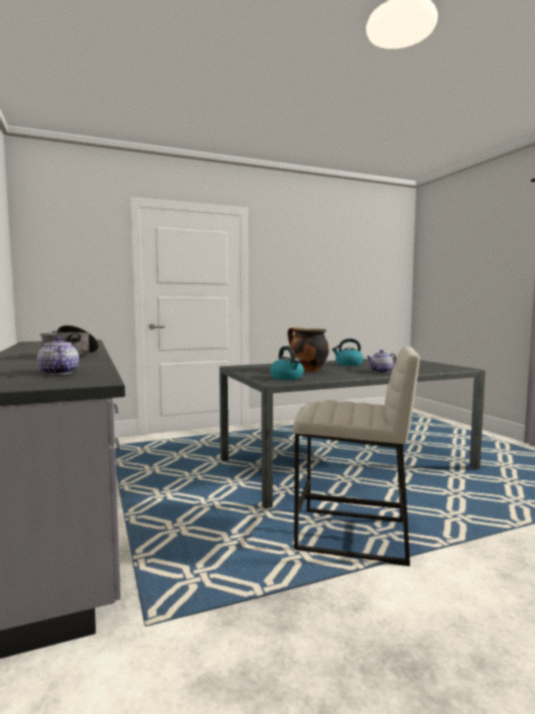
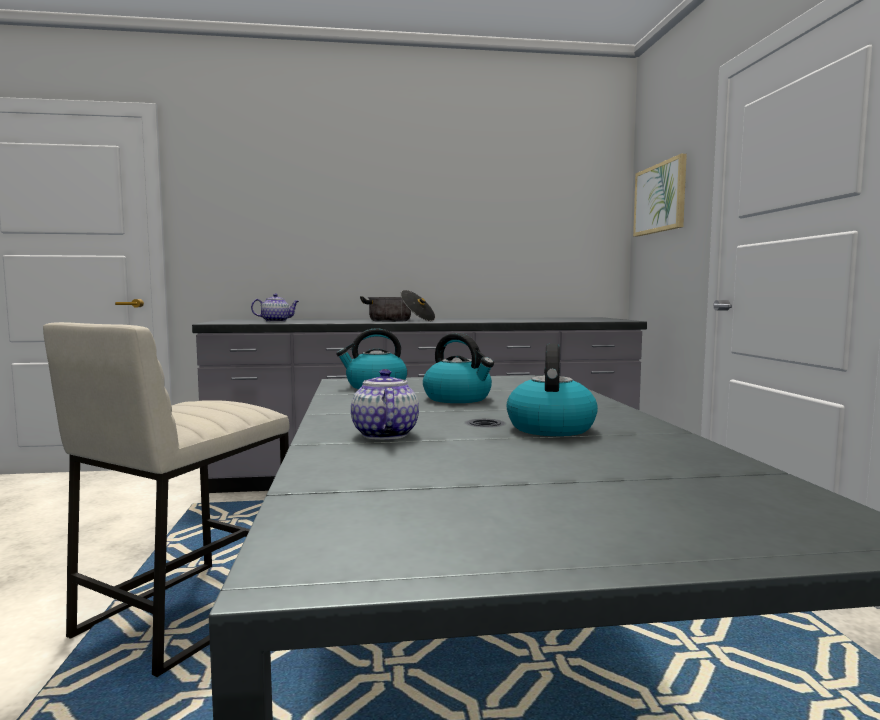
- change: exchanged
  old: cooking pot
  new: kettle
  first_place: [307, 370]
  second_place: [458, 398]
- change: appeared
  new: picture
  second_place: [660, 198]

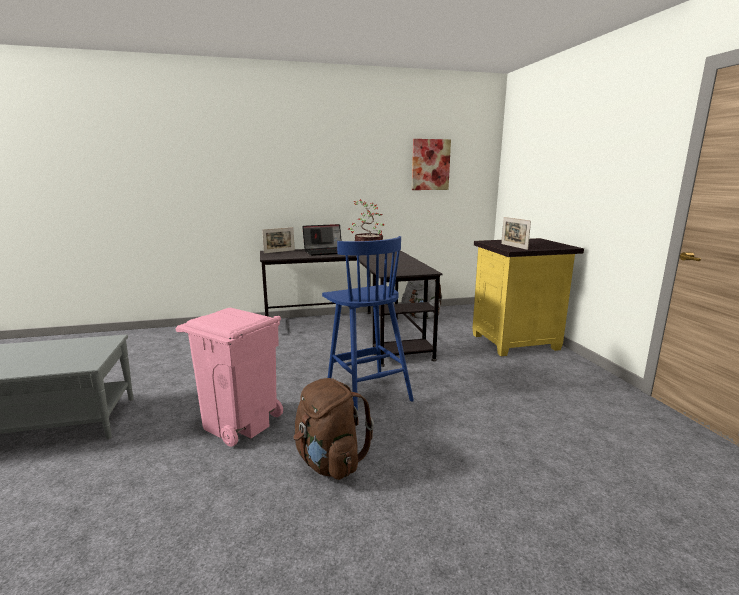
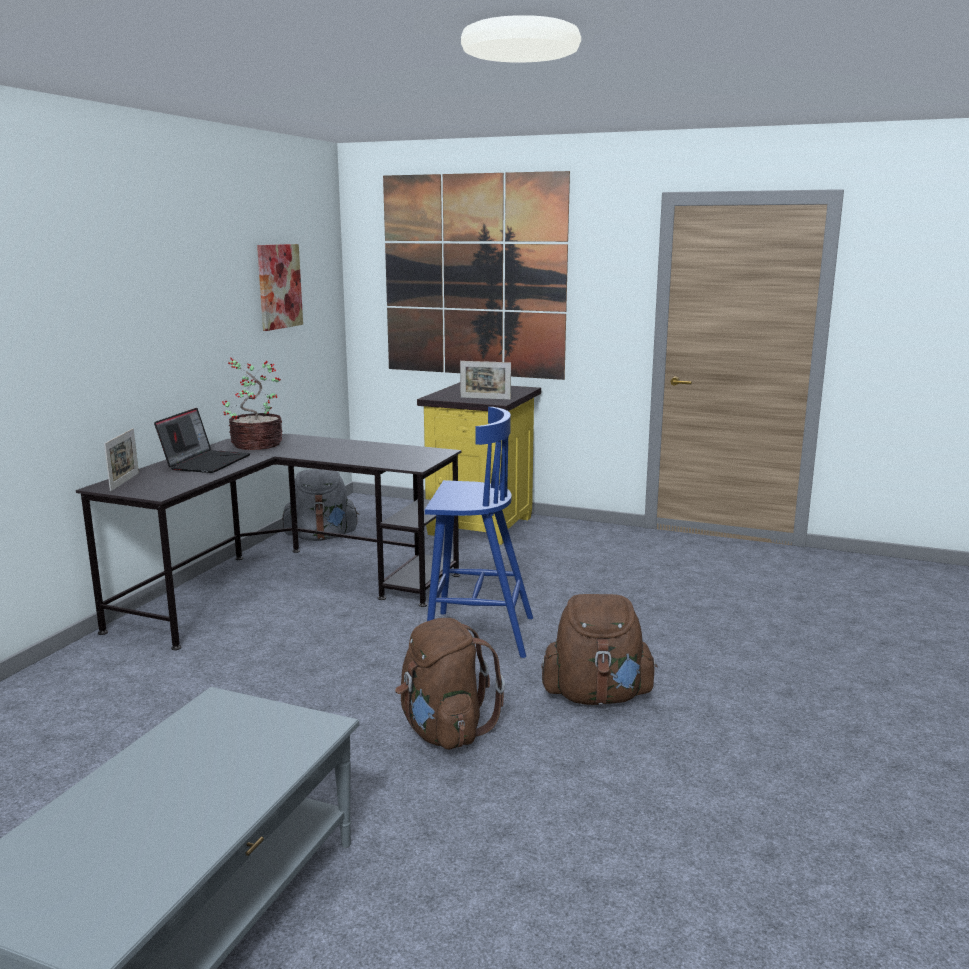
- change: exchanged
  old: trash can (pink)
  new: backpack (brown)
  first_place: [239, 423]
  second_place: [444, 731]
- change: appeared
  new: picture
  second_place: [473, 276]

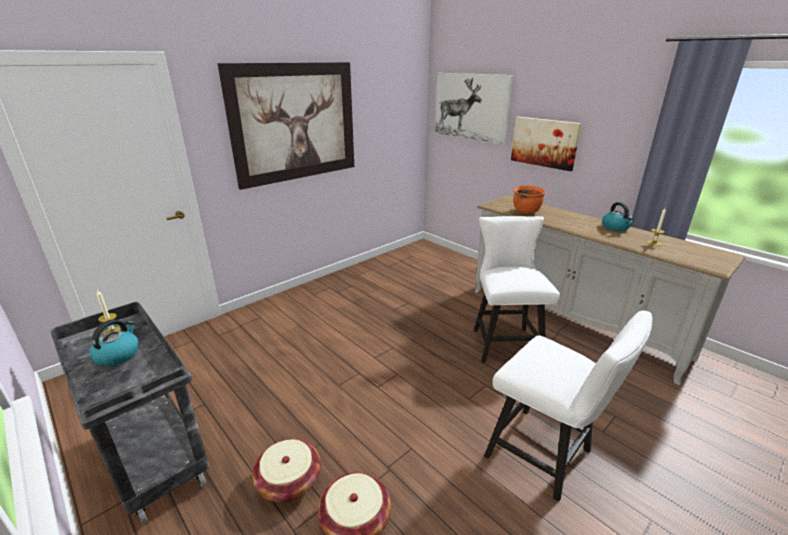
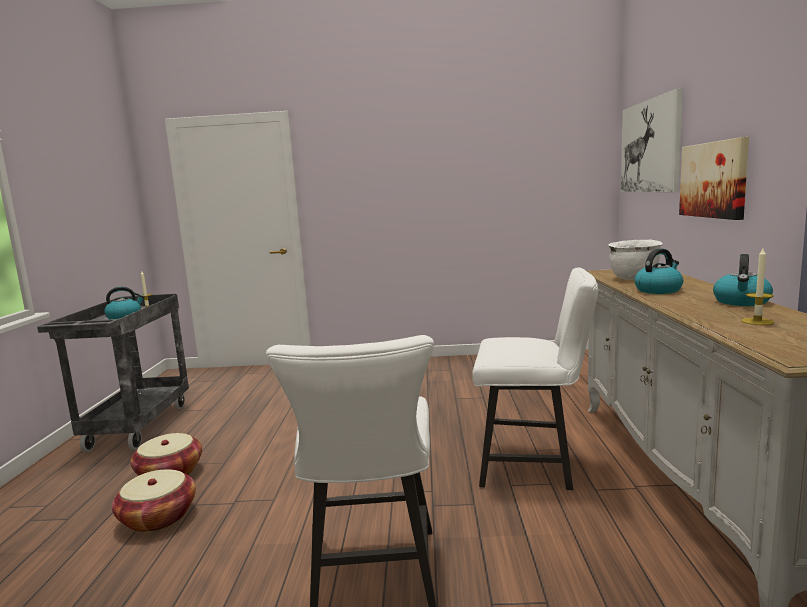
- change: missing
  old: picture
  first_place: [295, 123]
- change: spun
  old: chair (white)
  first_place: [504, 341]
  second_place: [534, 465]
  degrees: 60
- change: colour
  old: cooking pot (orange)
  new: cooking pot (white)
  first_place: [526, 211]
  second_place: [633, 278]
- change: appeared
  new: kettle
  second_place: [658, 290]

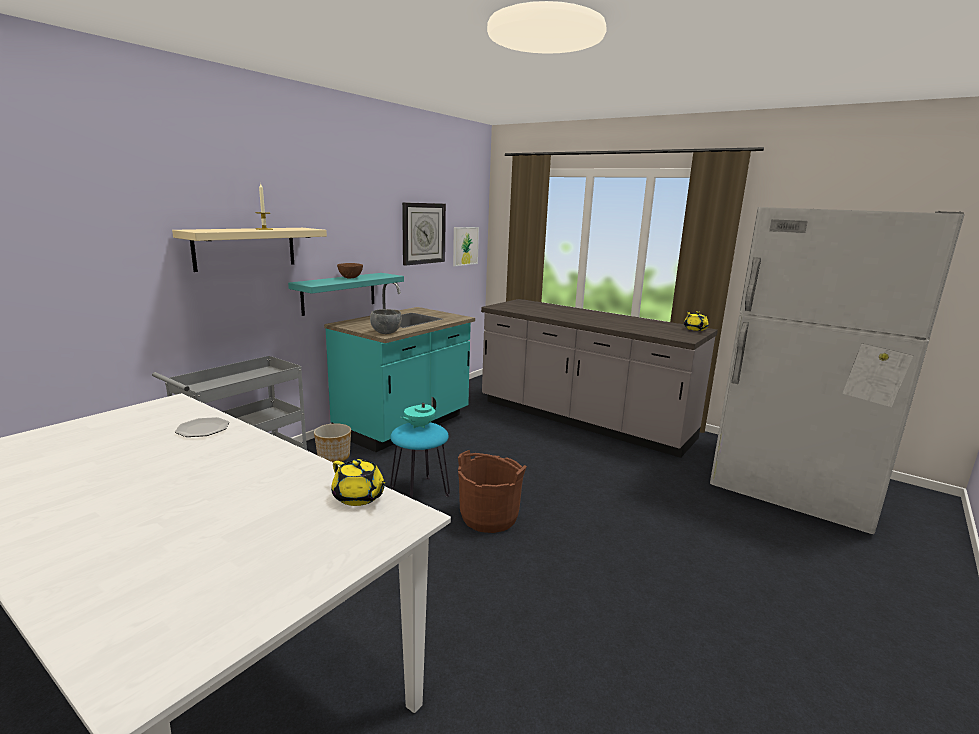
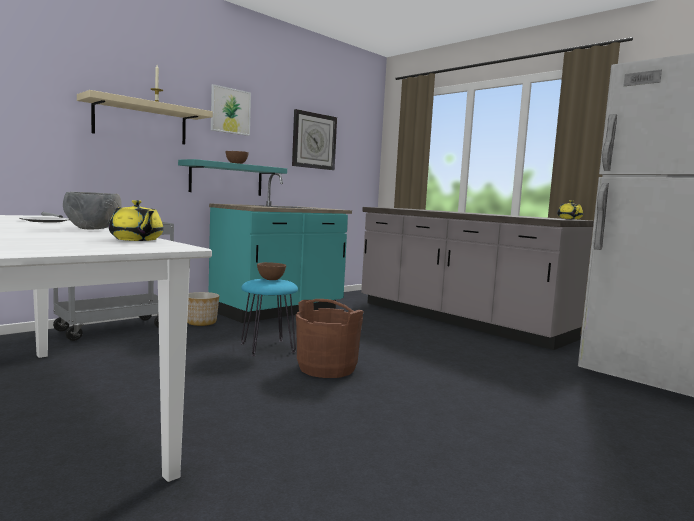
- change: relocated
  old: bowl (grey)
  first_place: [385, 332]
  second_place: [92, 228]
- change: exchanged
  old: teapot (turquoise)
  new: bowl (brown)
  first_place: [419, 426]
  second_place: [270, 279]
- change: relocated
  old: picture
  first_place: [465, 246]
  second_place: [230, 111]

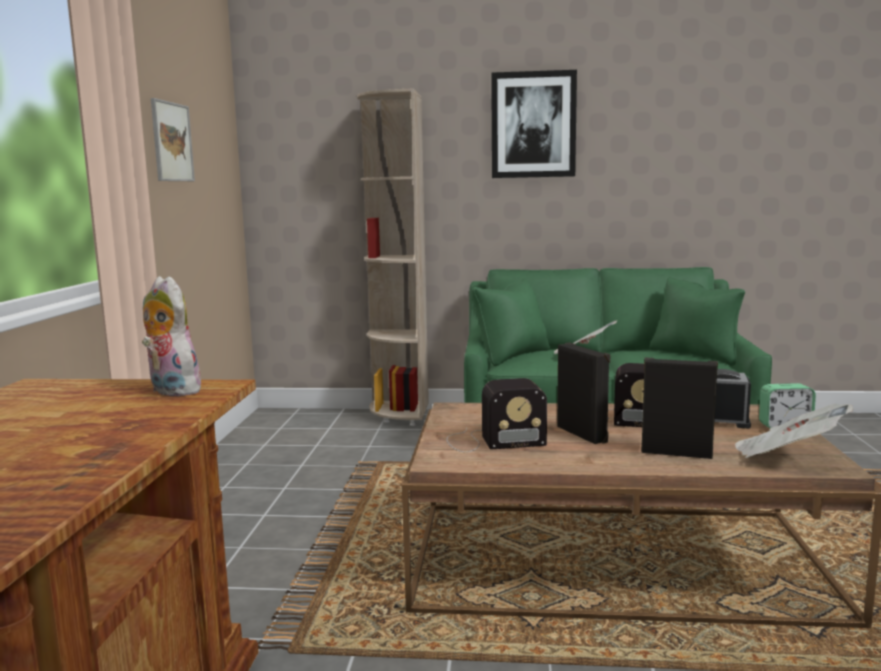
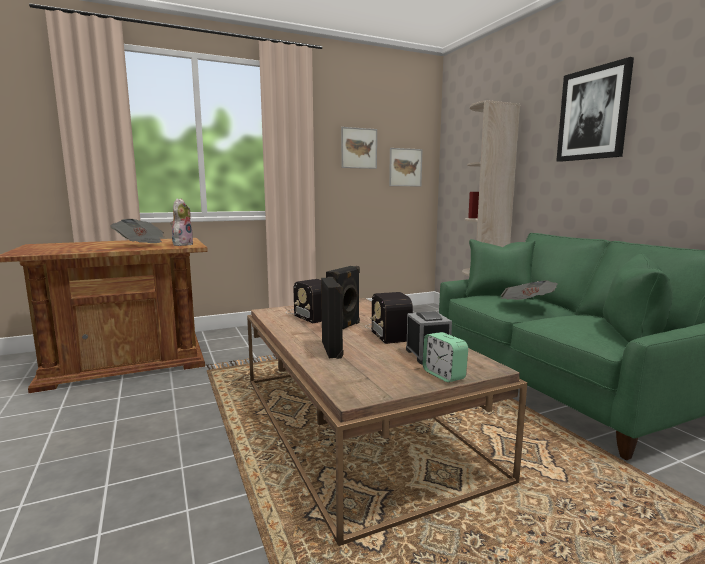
- change: relocated
  old: newspaper
  first_place: [786, 457]
  second_place: [141, 245]
- change: appeared
  new: picture
  second_place: [405, 167]

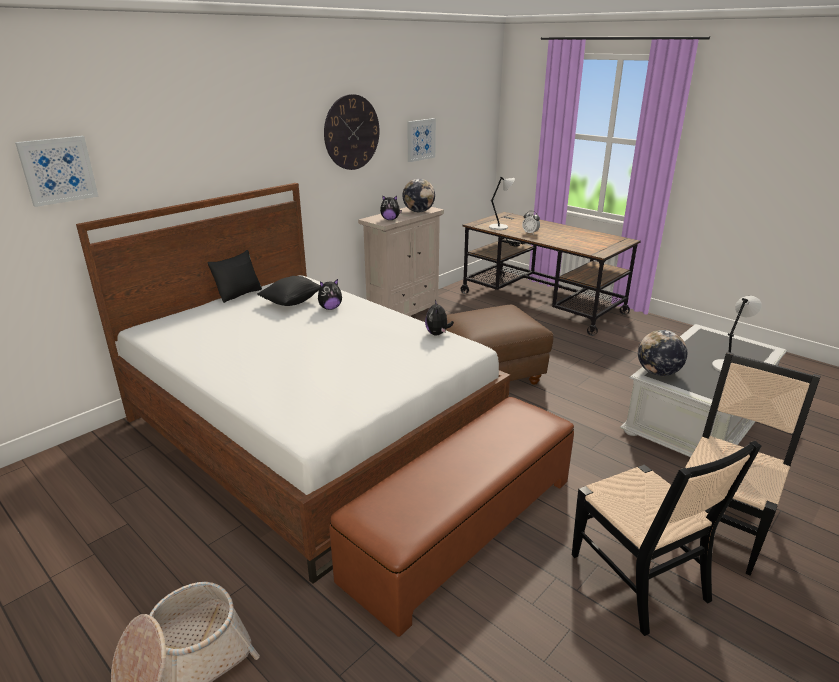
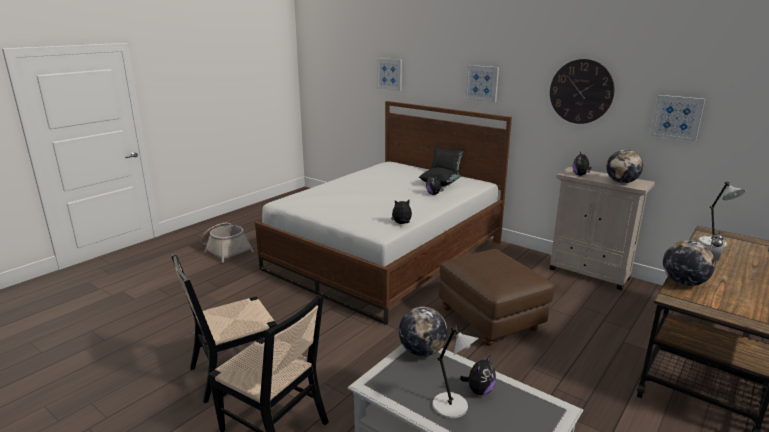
- change: missing
  old: bench (brown)
  first_place: [462, 526]
- change: appeared
  new: plush toy
  second_place: [479, 390]
- change: appeared
  new: picture
  second_place: [482, 83]
- change: appeared
  new: globe
  second_place: [683, 283]

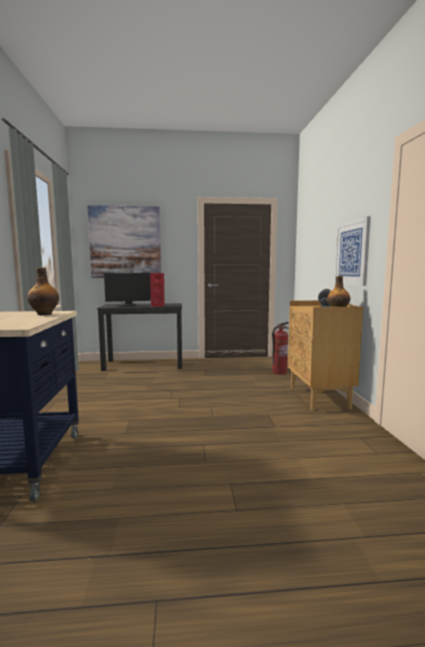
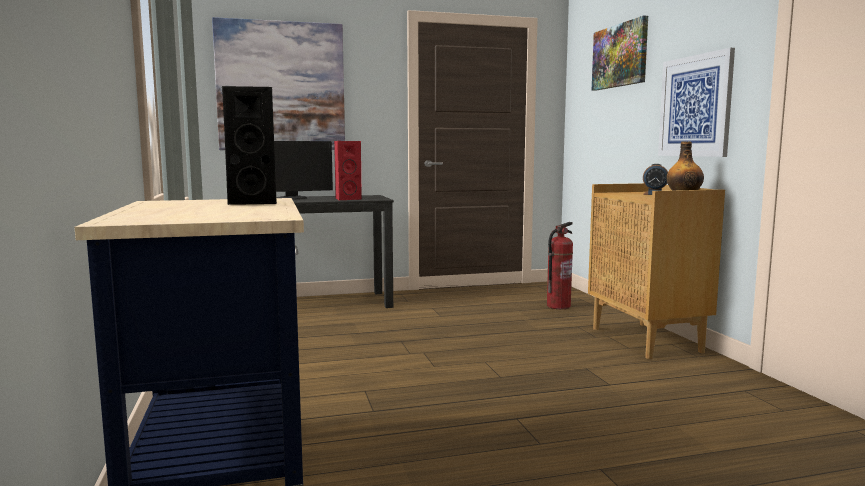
- change: exchanged
  old: bottle
  new: speaker (black)
  first_place: [45, 314]
  second_place: [255, 202]
- change: appeared
  new: picture
  second_place: [620, 56]

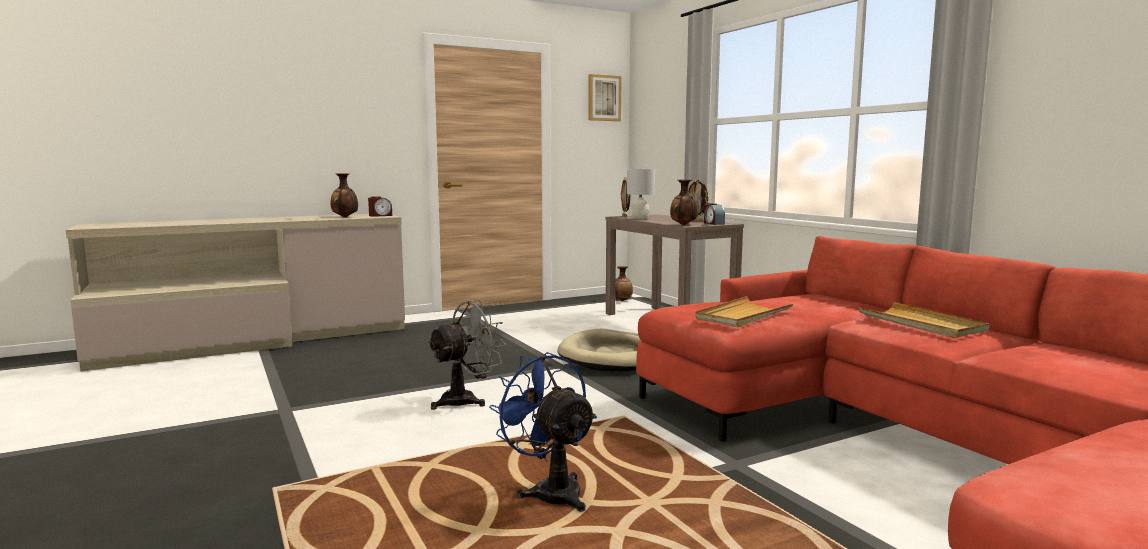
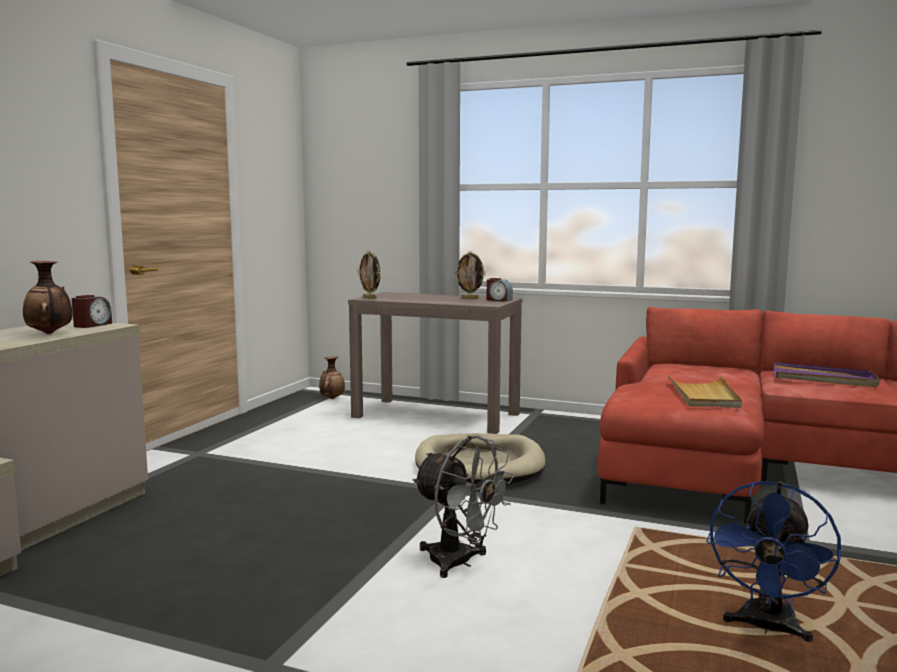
- change: spun
  old: fan (grey)
  first_place: [466, 400]
  second_place: [459, 563]
  degrees: 120
- change: spun
  old: fan (blue)
  first_place: [550, 491]
  second_place: [767, 628]
  degrees: -75
- change: missing
  old: picture
  first_place: [604, 98]
- change: missing
  old: table lamp (grey)
  first_place: [641, 219]
- change: missing
  old: vase
  first_place: [683, 225]
- change: colour
  old: tray (beige)
  new: tray (purple)
  first_place: [921, 324]
  second_place: [824, 379]

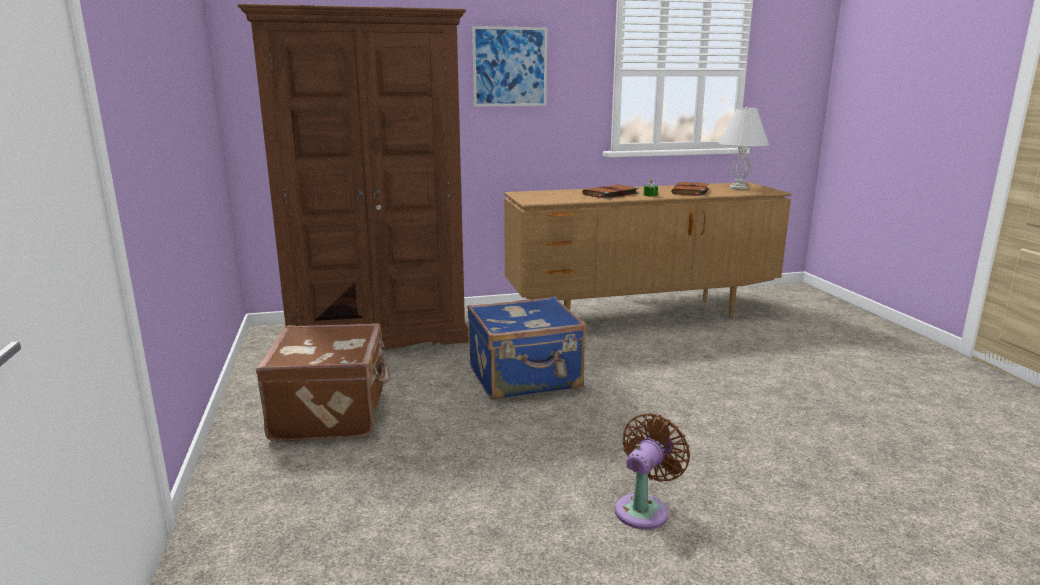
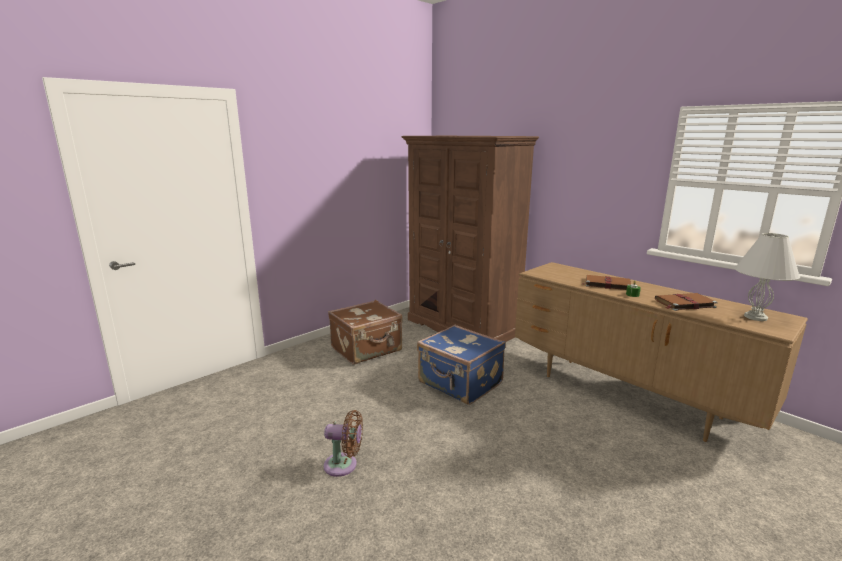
- change: missing
  old: picture
  first_place: [510, 67]

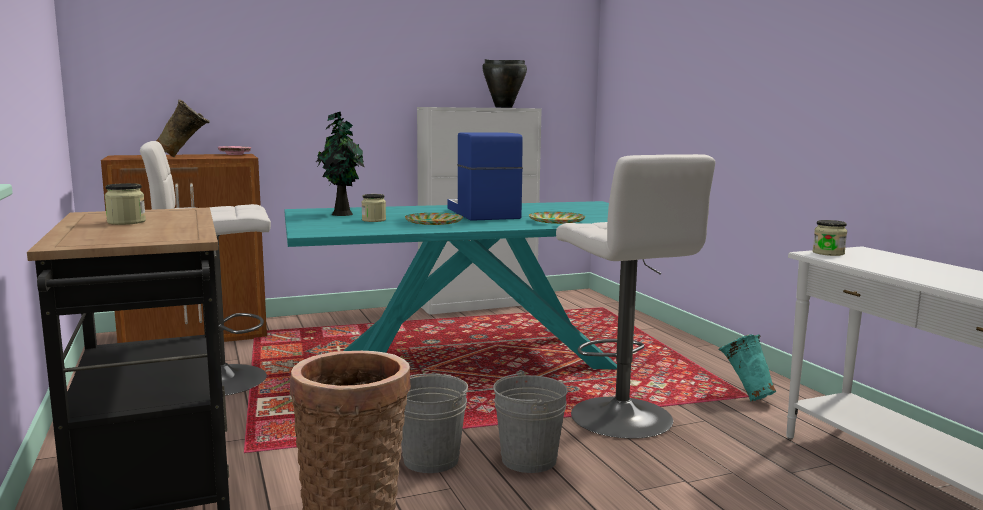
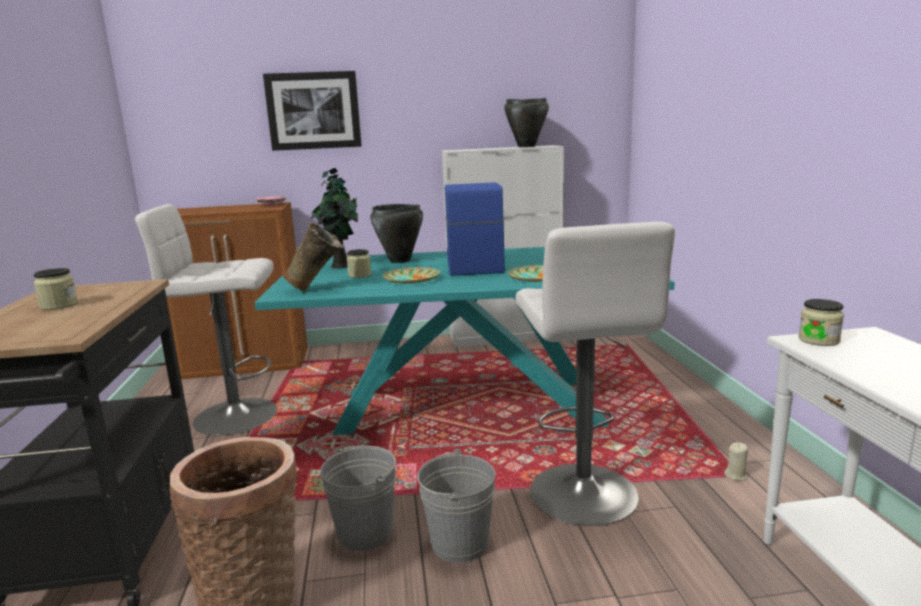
- change: relocated
  old: vase (beige)
  first_place: [185, 157]
  second_place: [318, 289]
- change: exchanged
  old: vase (turquoise)
  new: candle (beige)
  first_place: [745, 397]
  second_place: [735, 475]
- change: appeared
  new: picture
  second_place: [313, 111]
- change: appeared
  new: cooking pot (black)
  second_place: [399, 261]

